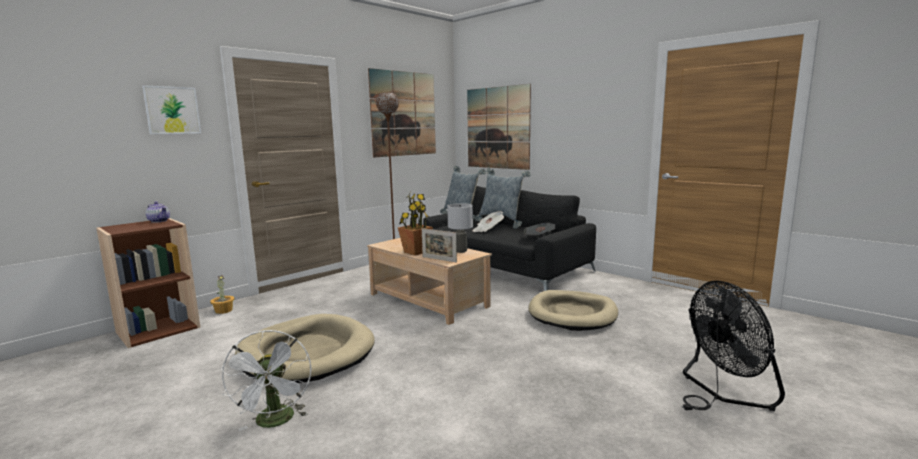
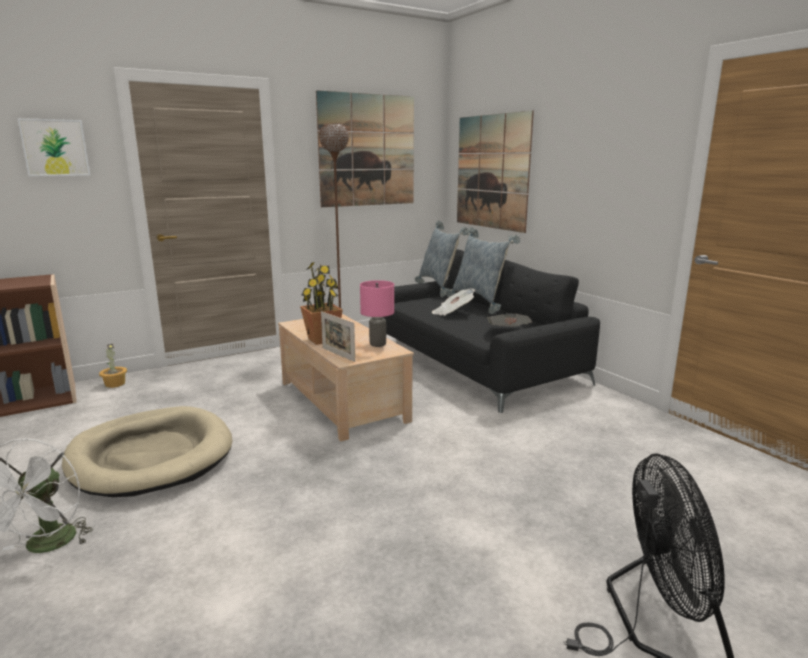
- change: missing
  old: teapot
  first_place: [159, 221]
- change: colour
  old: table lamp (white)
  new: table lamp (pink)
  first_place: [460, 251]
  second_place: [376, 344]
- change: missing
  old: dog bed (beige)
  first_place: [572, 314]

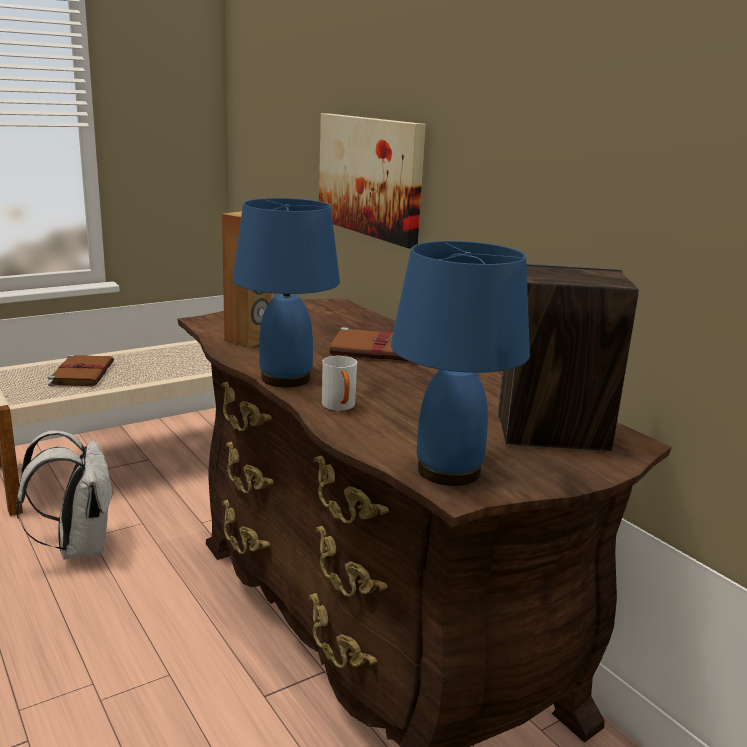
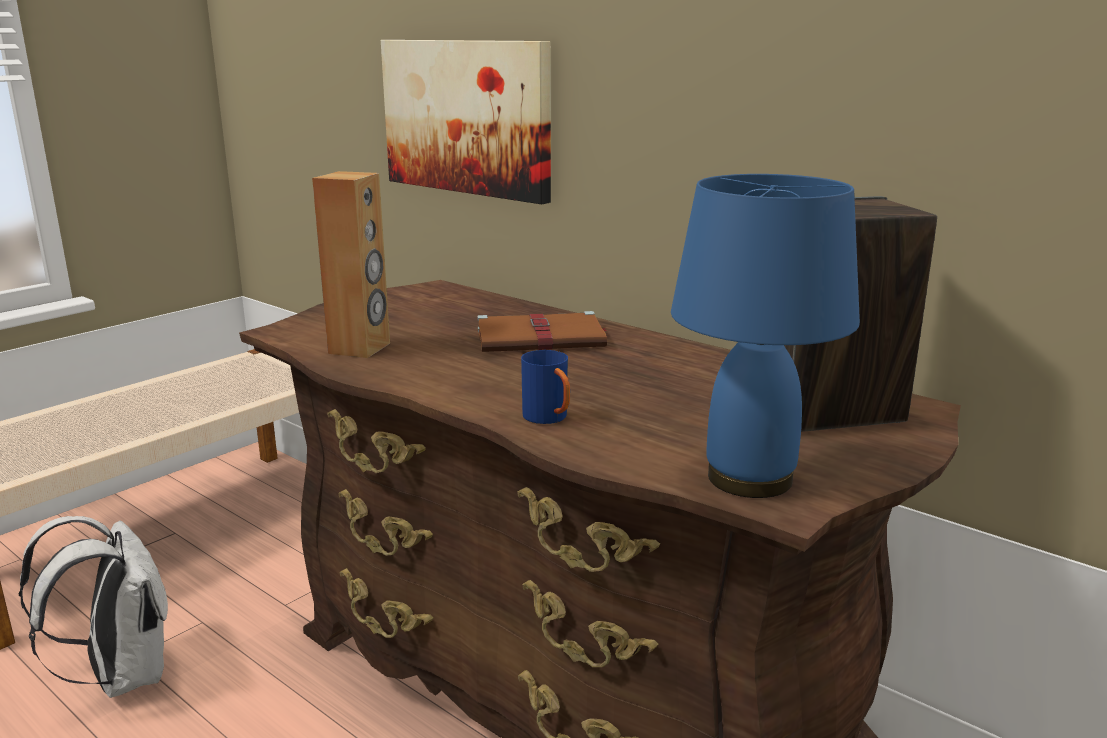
- change: missing
  old: book (brown)
  first_place: [82, 373]
- change: missing
  old: table lamp (blue)
  first_place: [285, 379]
- change: colour
  old: mug (white)
  new: mug (blue)
  first_place: [340, 407]
  second_place: [550, 419]

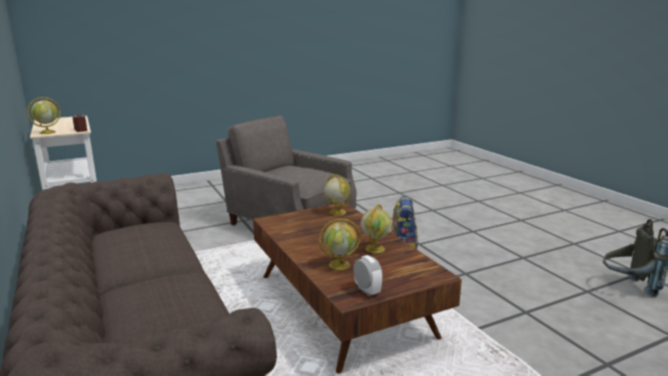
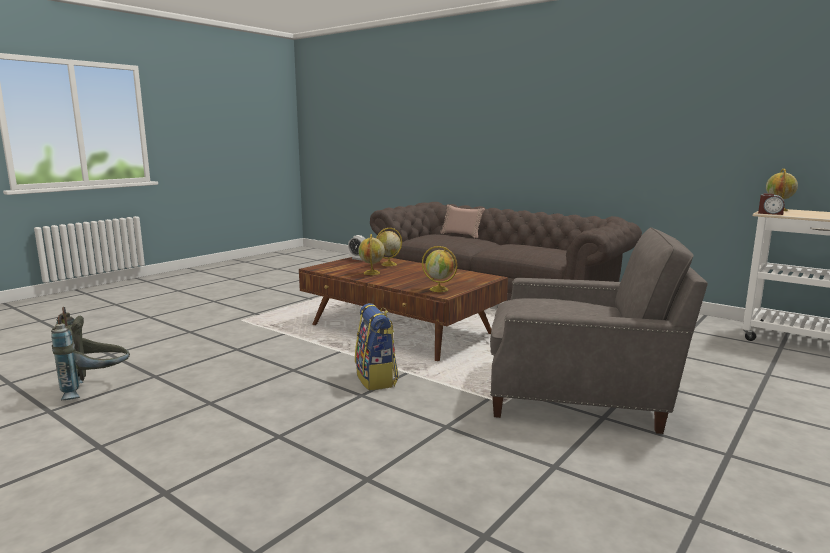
- change: appeared
  new: pillow (beige)
  second_place: [461, 235]

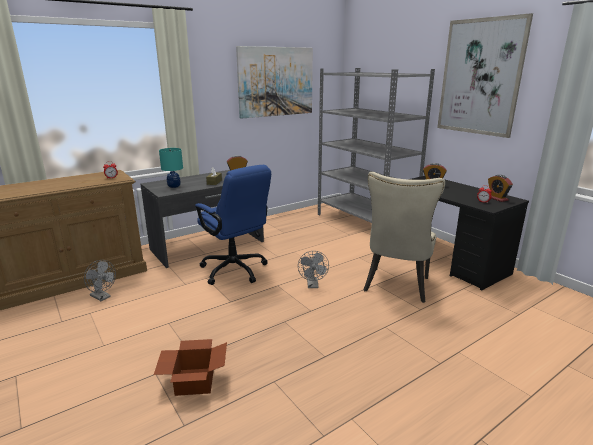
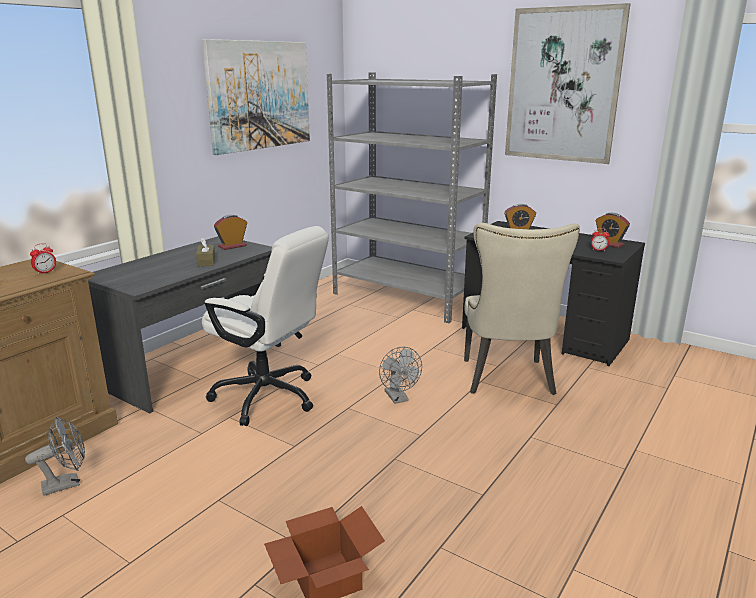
- change: spun
  old: fan (grey)
  first_place: [102, 297]
  second_place: [67, 483]
  degrees: -45
- change: missing
  old: table lamp (turquoise)
  first_place: [174, 186]
- change: colour
  old: office chair (blue)
  new: office chair (white)
  first_place: [236, 271]
  second_place: [270, 398]

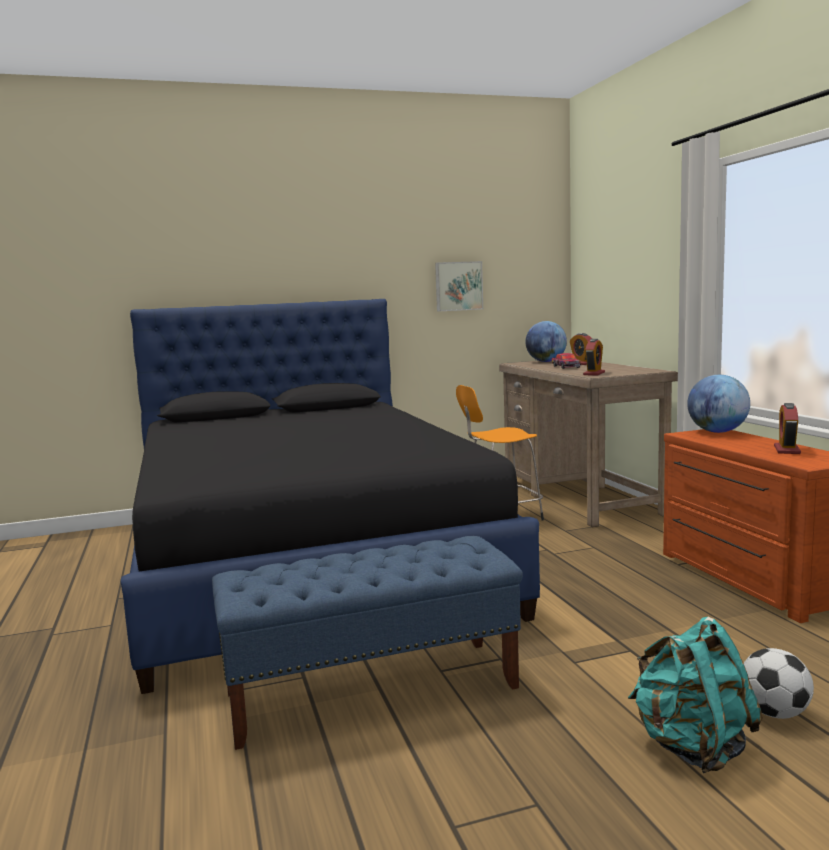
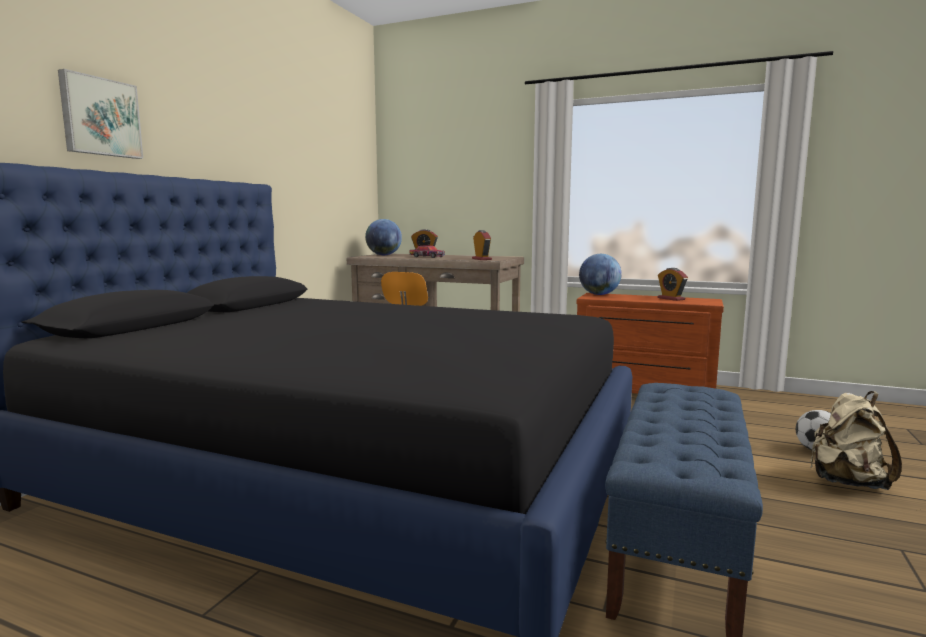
- change: relocated
  old: picture
  first_place: [458, 286]
  second_place: [100, 117]
- change: colour
  old: backpack (turquoise)
  new: backpack (beige)
  first_place: [692, 747]
  second_place: [846, 482]

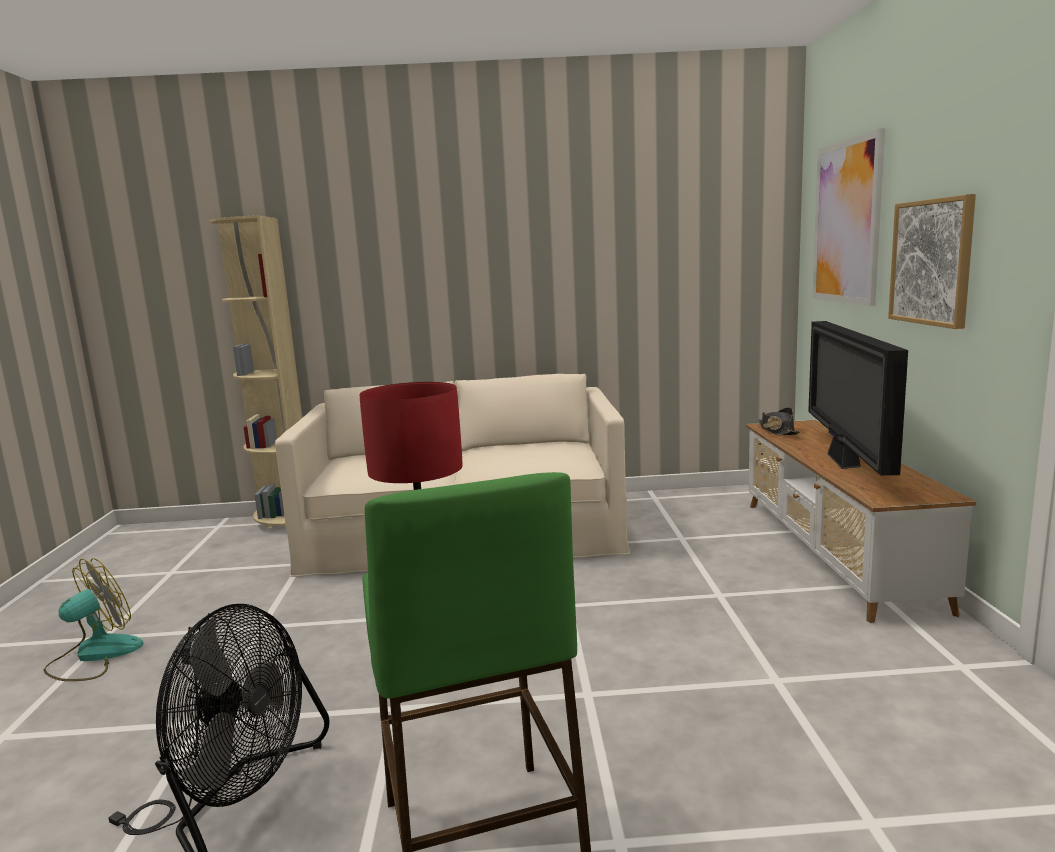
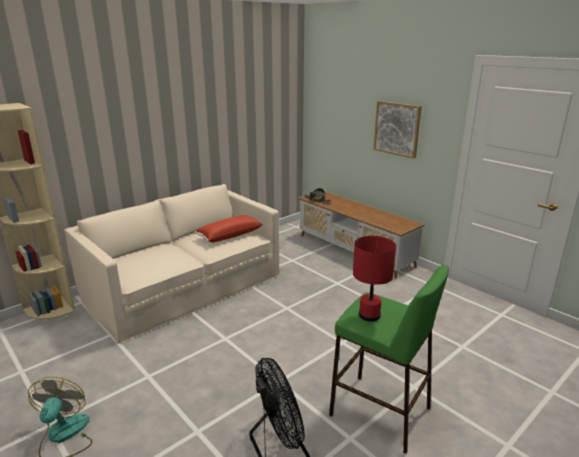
- change: missing
  old: television
  first_place: [843, 462]
- change: missing
  old: picture
  first_place: [847, 222]
- change: appeared
  new: pillow (red)
  second_place: [229, 235]

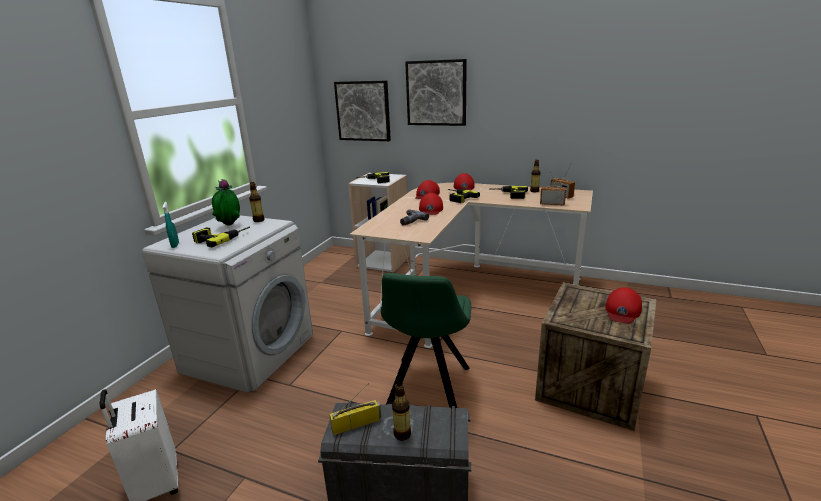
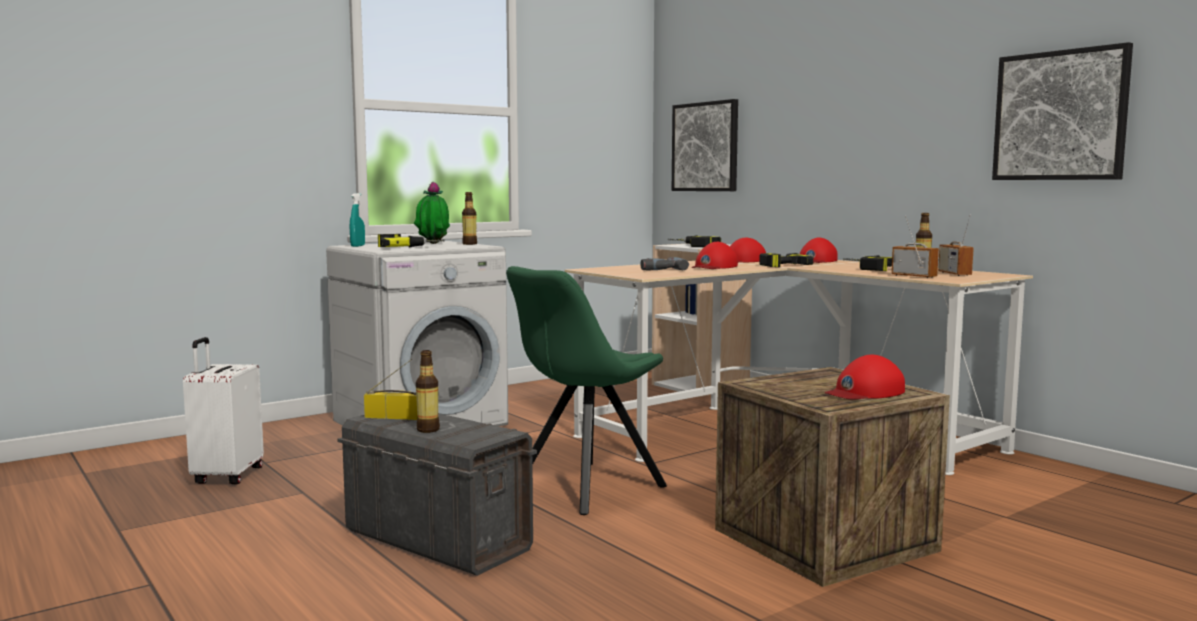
- change: relocated
  old: picture
  first_place: [436, 93]
  second_place: [1060, 116]

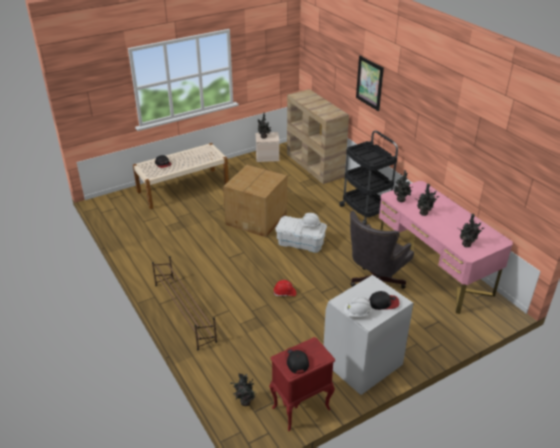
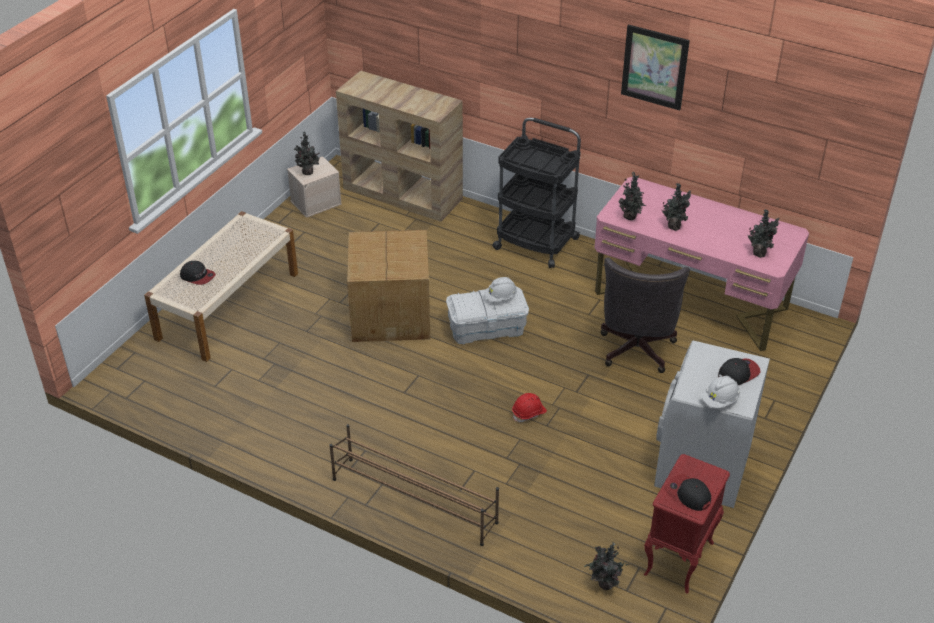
- change: relocated
  old: picture
  first_place: [369, 83]
  second_place: [654, 67]

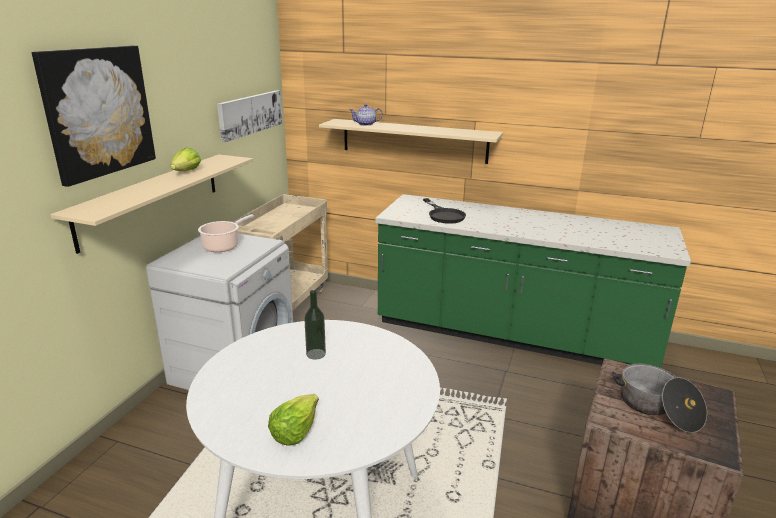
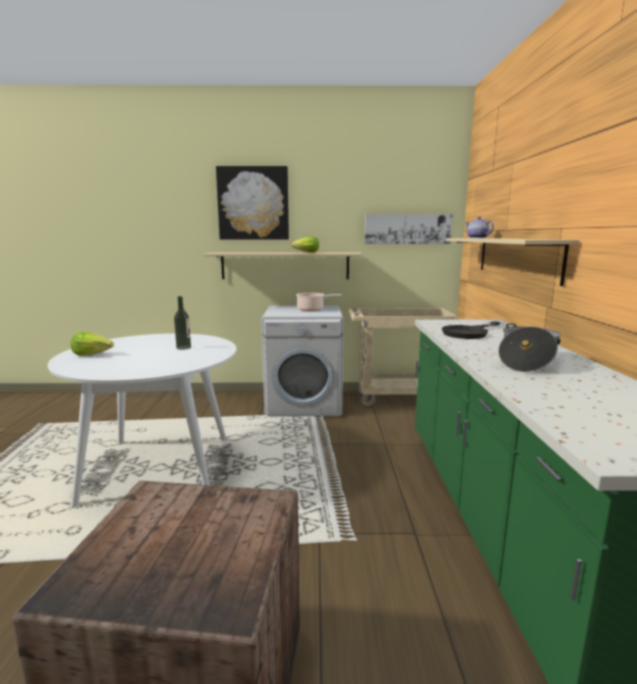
- change: relocated
  old: cooking pot
  first_place: [657, 408]
  second_place: [526, 361]

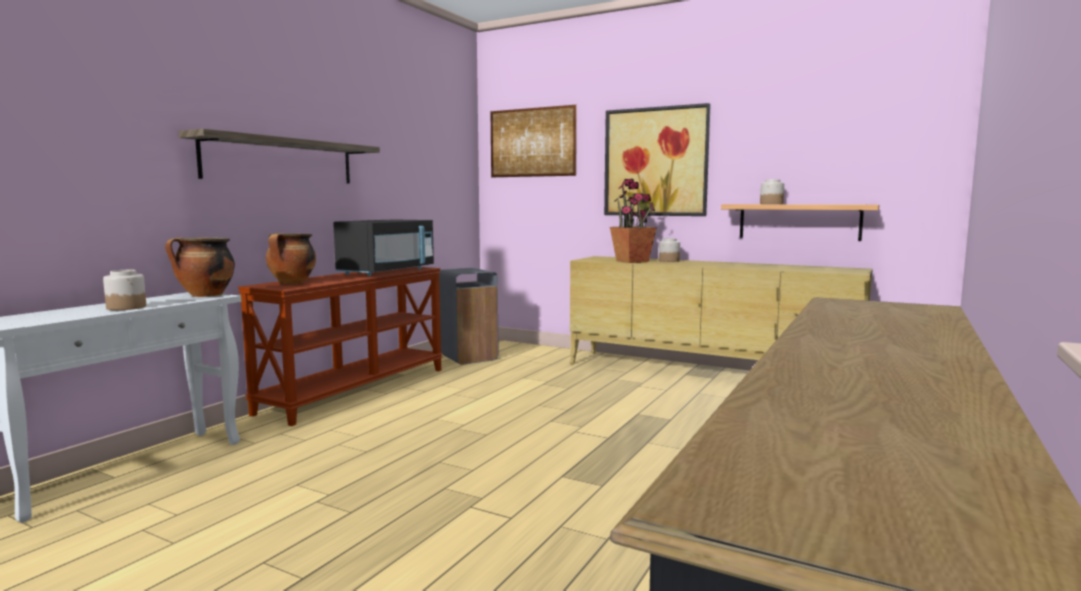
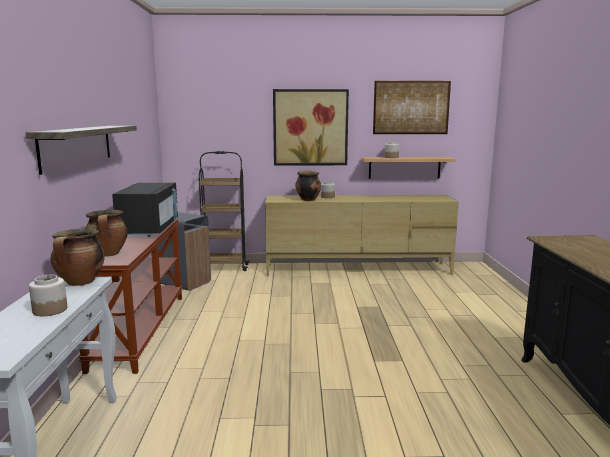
- change: relocated
  old: picture
  first_place: [532, 142]
  second_place: [411, 107]
- change: exchanged
  old: potted plant
  new: cooking pot
  first_place: [632, 261]
  second_place: [308, 199]
- change: appeared
  new: cart (brown)
  second_place: [225, 268]

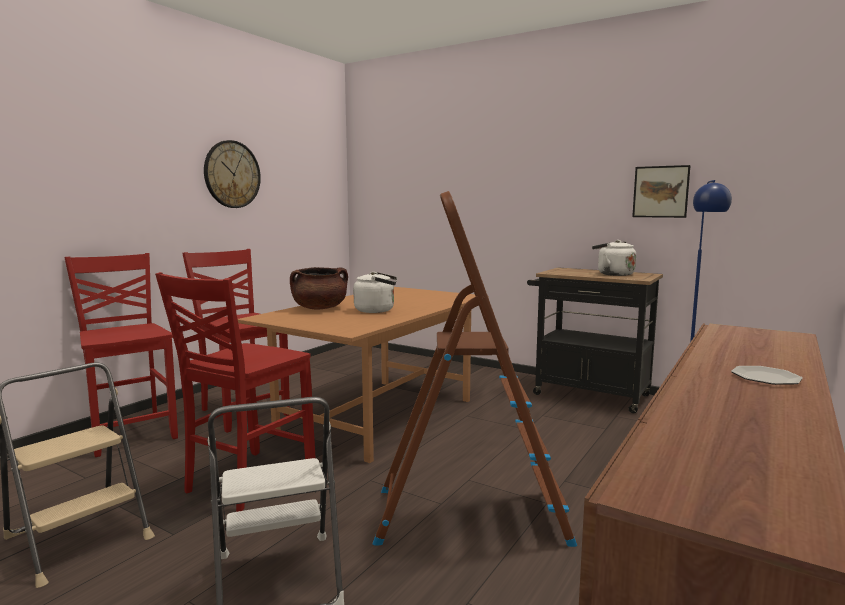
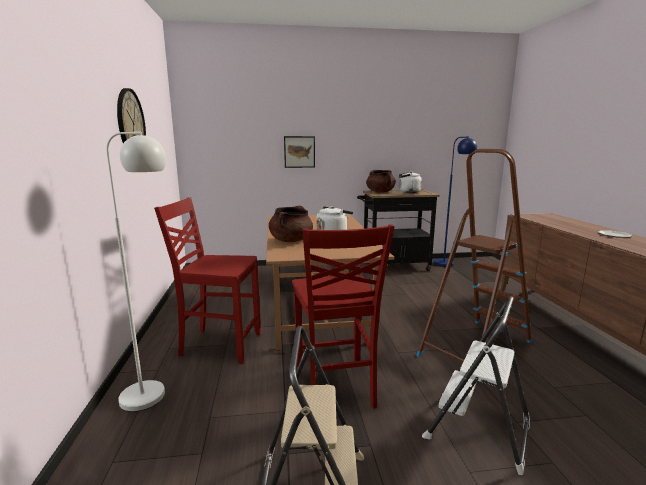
- change: exchanged
  old: chair (red)
  new: floor lamp (white)
  first_place: [132, 433]
  second_place: [154, 399]
- change: relocated
  old: picture
  first_place: [660, 191]
  second_place: [299, 152]
- change: appeared
  new: cooking pot (brown)
  second_place: [380, 192]

